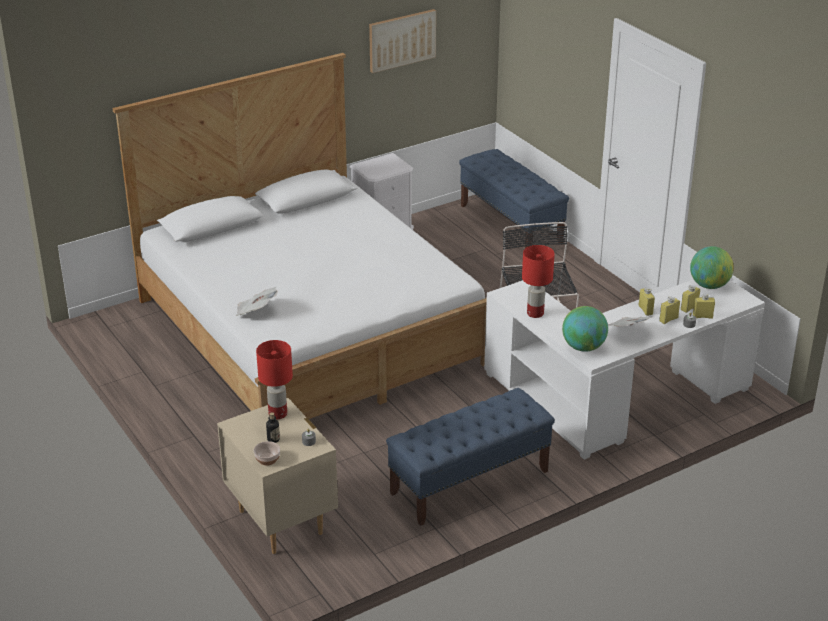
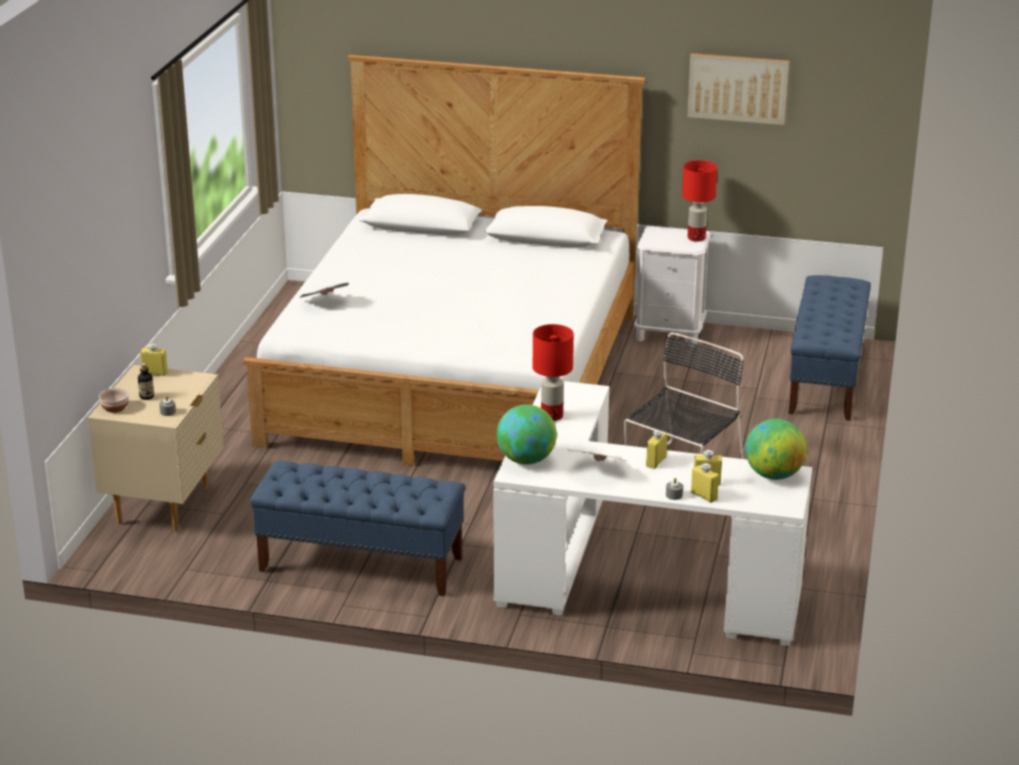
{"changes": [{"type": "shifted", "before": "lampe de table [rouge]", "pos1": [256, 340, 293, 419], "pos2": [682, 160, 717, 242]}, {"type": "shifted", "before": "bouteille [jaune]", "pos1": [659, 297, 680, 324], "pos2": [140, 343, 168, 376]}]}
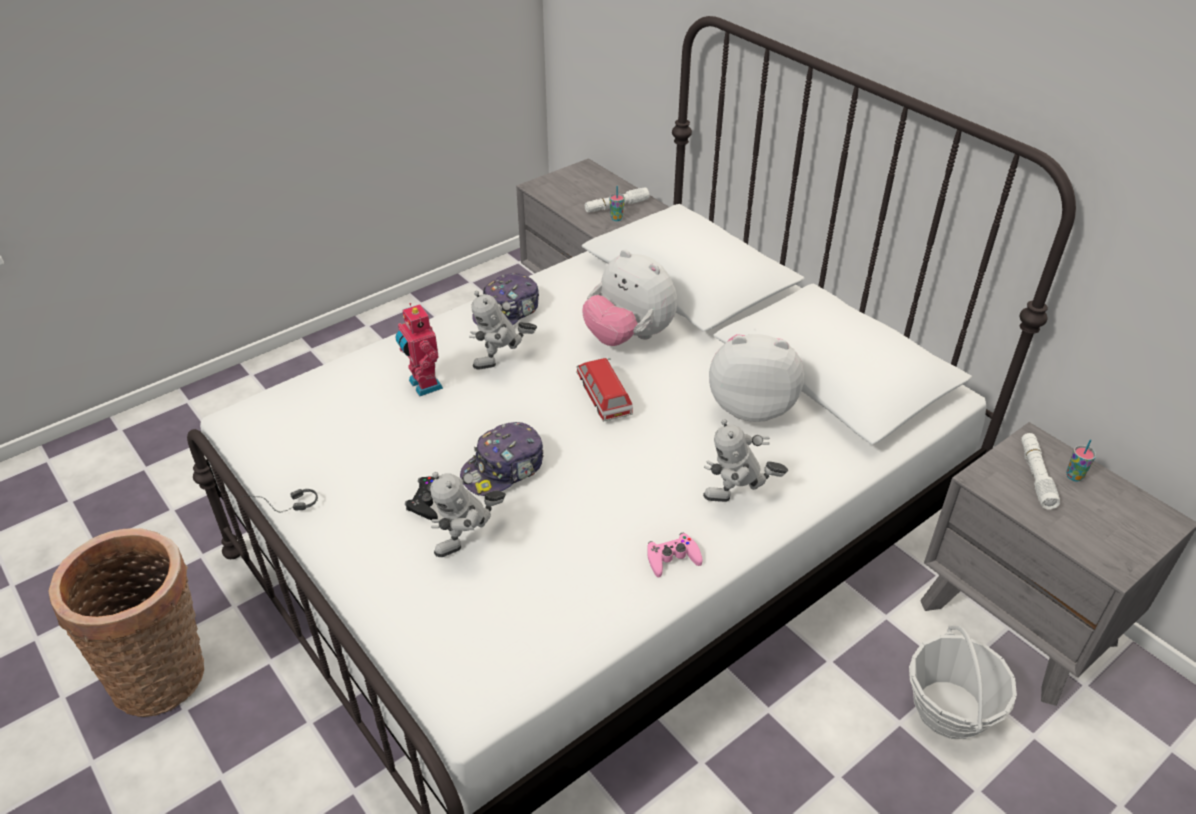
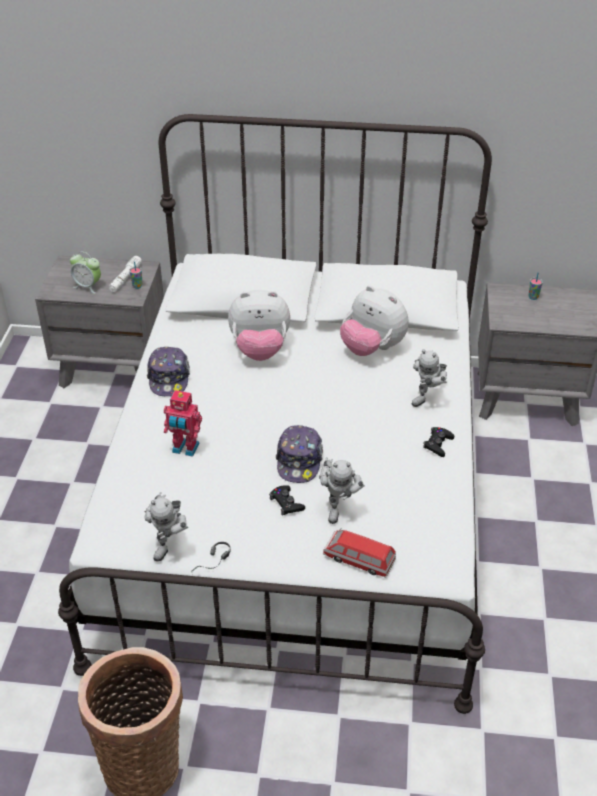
{"changes": [{"type": "gone", "before": "panier", "pos1": [909, 625, 1017, 739]}, {"type": "gone", "before": "lampe de poche [blanc]", "pos1": [1021, 433, 1060, 510]}, {"type": "new", "after": "réveil", "pos2": [70, 251, 101, 294]}, {"type": "shifted", "before": "robot jouet", "pos1": [469, 291, 537, 369], "pos2": [145, 492, 188, 562]}, {"type": "shifted", "before": "petite voiture", "pos1": [576, 358, 633, 422], "pos2": [323, 529, 396, 578]}, {"type": "repainted", "before": "manette [rose]", "after": "manette [noir]", "pos1": [647, 533, 702, 577], "pos2": [423, 427, 454, 457]}, {"type": "rotated", "before": "peluche", "pos1": [709, 334, 804, 422], "pos2": [340, 286, 409, 356], "turn": -105}]}
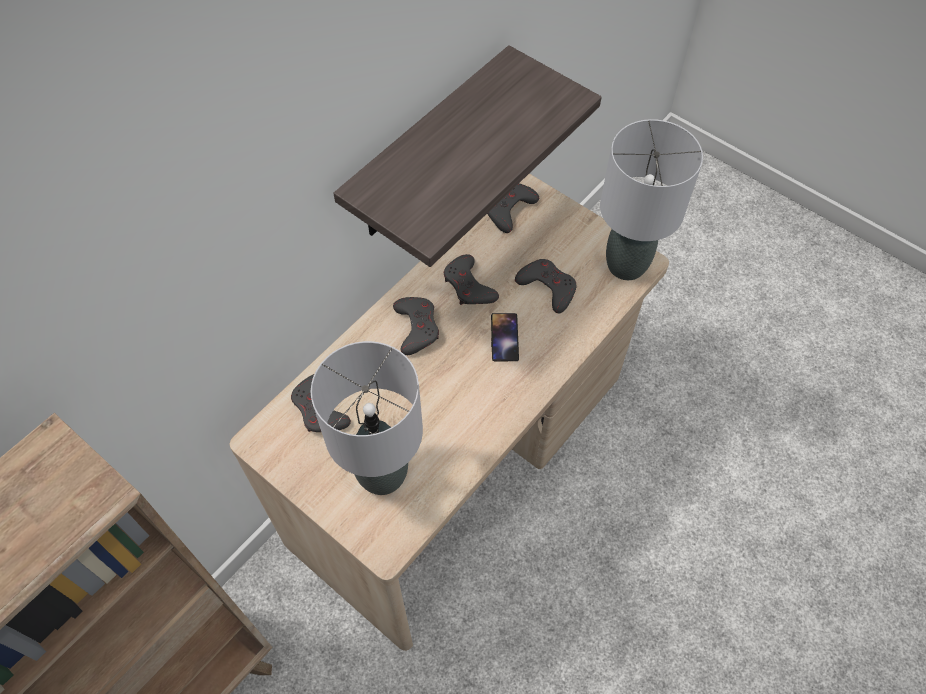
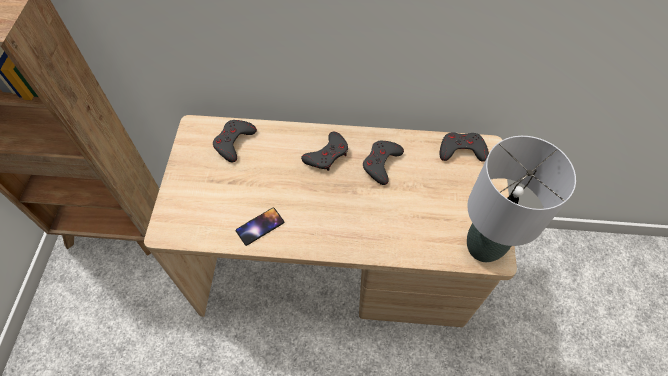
{"changes": [{"type": "gone", "before": "lampe de table [gris]", "pos1": [311, 341, 423, 495]}, {"type": "gone", "before": "étagère", "pos1": [333, 45, 602, 267]}, {"type": "gone", "before": "manette [gris]", "pos1": [515, 259, 577, 313]}, {"type": "shifted", "before": "téléphone", "pos1": [491, 313, 519, 361], "pos2": [236, 207, 284, 246]}]}
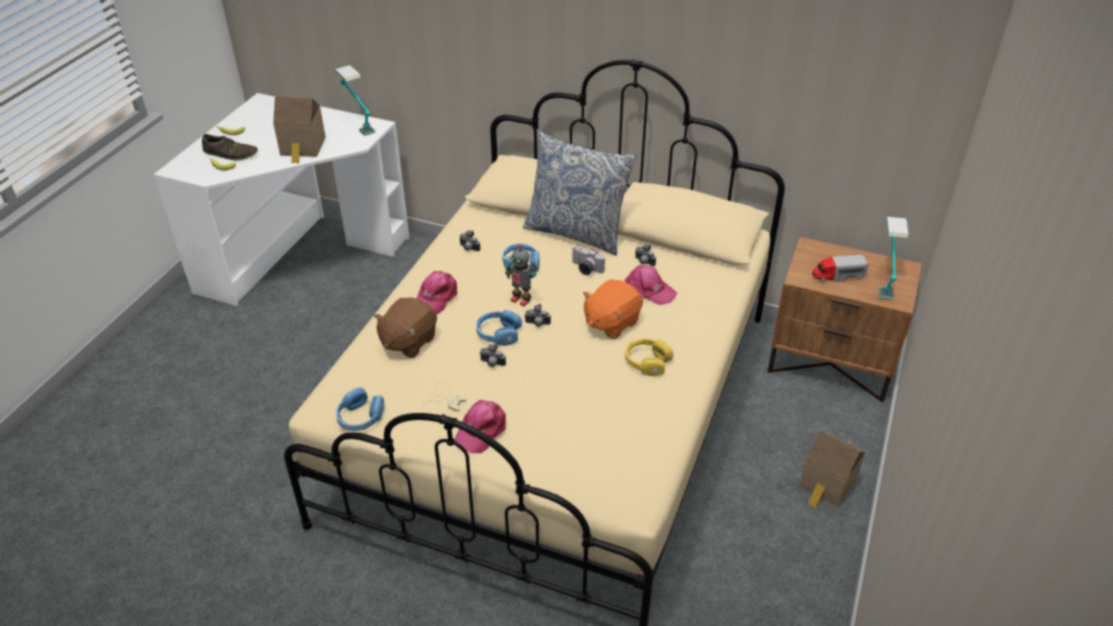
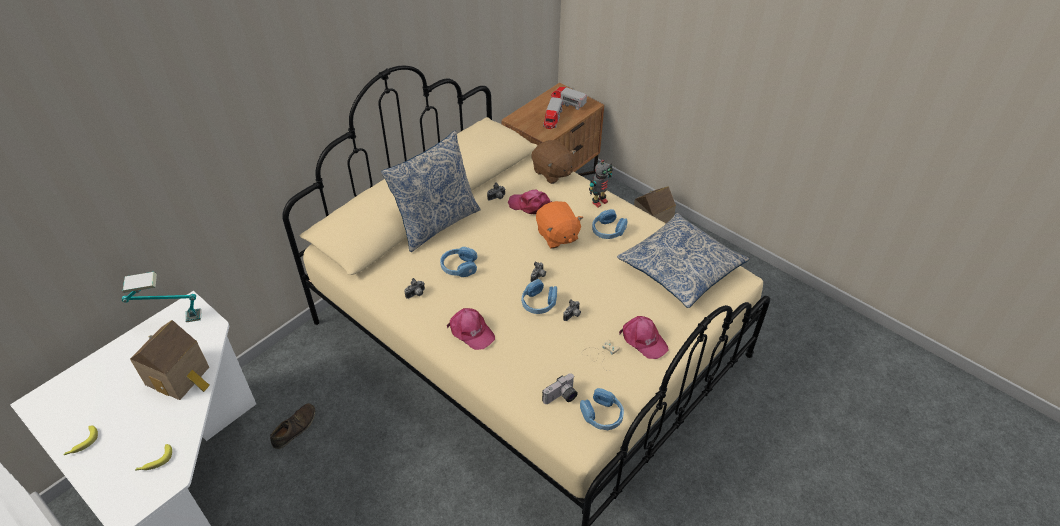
{"changes": [{"type": "new", "after": "coussin", "pos2": [617, 213, 750, 308]}, {"type": "shifted", "before": "chaussure [marron]", "pos1": [202, 134, 258, 161], "pos2": [270, 403, 315, 449]}, {"type": "shifted", "before": "peluche [marron]", "pos1": [374, 297, 437, 358], "pos2": [531, 140, 576, 184]}, {"type": "shifted", "before": "robot jouet", "pos1": [505, 245, 537, 307], "pos2": [589, 159, 613, 207]}, {"type": "shifted", "before": "appareil photo", "pos1": [572, 246, 605, 275], "pos2": [542, 373, 578, 404]}, {"type": "swapped", "before": "lampe de table", "after": "camion jouet", "pos1": [879, 217, 909, 300], "pos2": [551, 87, 587, 110]}, {"type": "repainted", "before": "casque audio [jaune]", "after": "casque audio [bleu]", "pos1": [625, 338, 674, 376], "pos2": [592, 209, 627, 239]}, {"type": "rotated", "before": "casquette [rose]", "pos1": [625, 265, 677, 305], "pos2": [508, 189, 552, 214], "turn": -120}]}
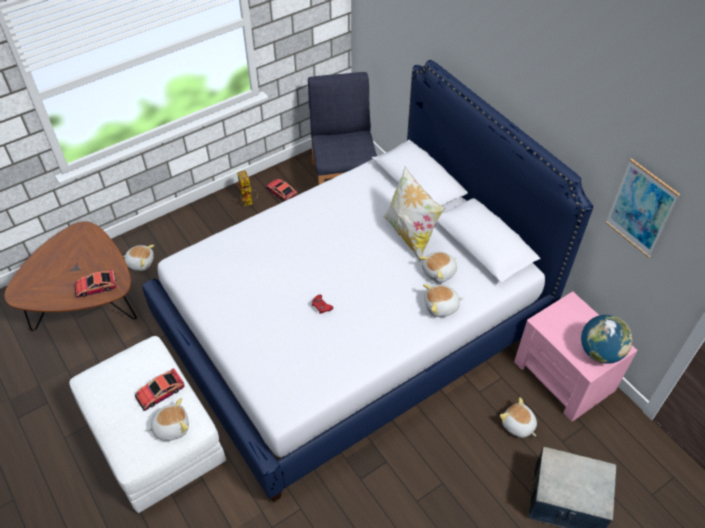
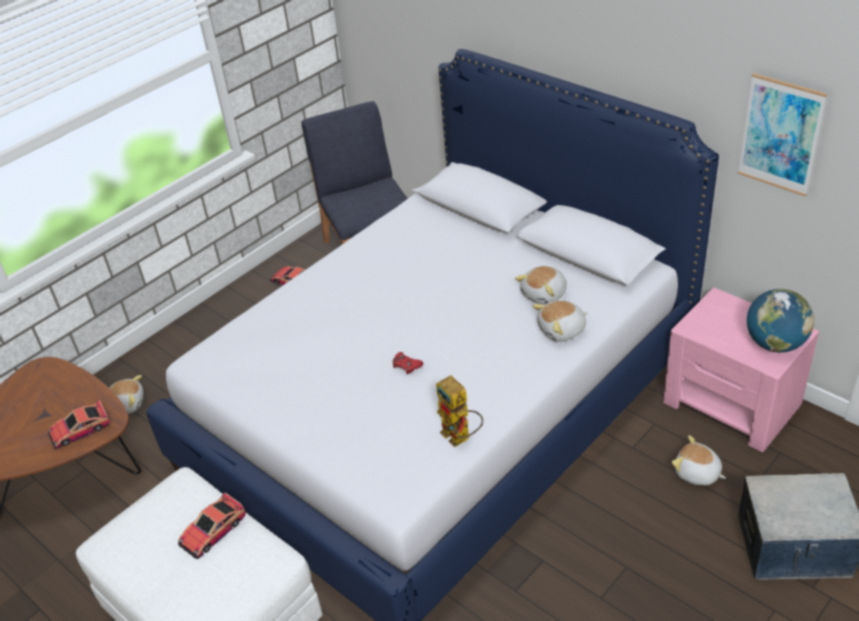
{"changes": [{"type": "gone", "before": "peluche", "pos1": [146, 398, 189, 441]}, {"type": "gone", "before": "coussin", "pos1": [383, 167, 445, 261]}, {"type": "shifted", "before": "robot jouet", "pos1": [237, 170, 258, 206], "pos2": [436, 375, 483, 447]}]}
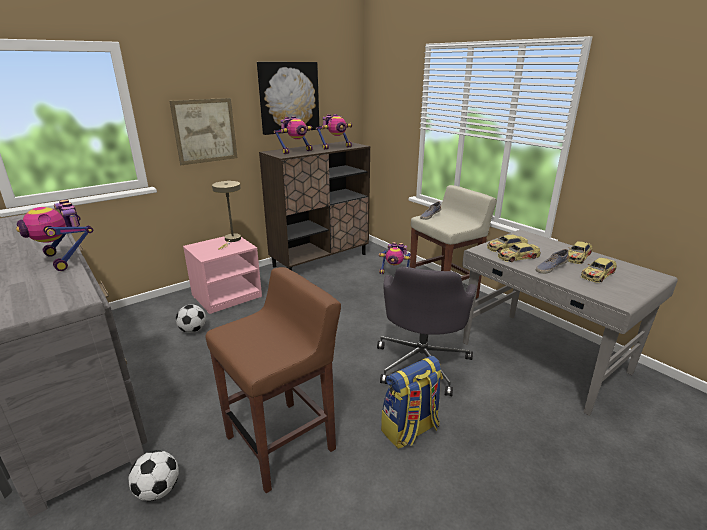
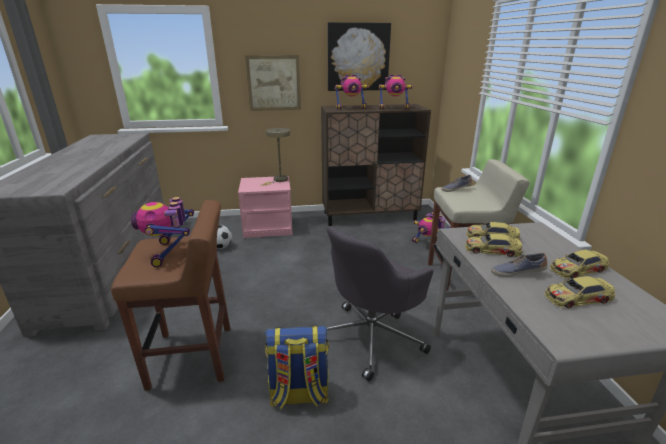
{"changes": [{"type": "gone", "before": "ballon de foot", "pos1": [128, 450, 179, 501]}, {"type": "shifted", "before": "robot jouet", "pos1": [16, 200, 93, 271], "pos2": [131, 197, 194, 267]}]}
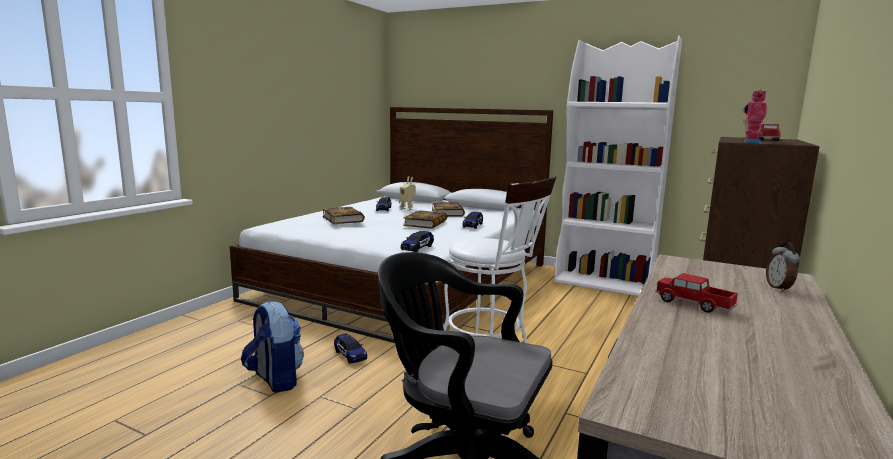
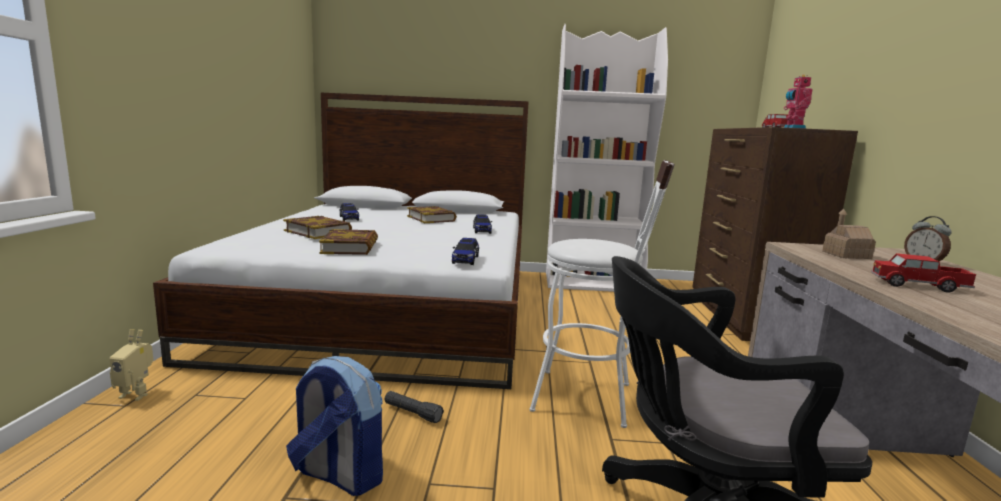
{"changes": [{"type": "new", "after": "maison miniature", "pos2": [822, 209, 876, 259]}, {"type": "shifted", "before": "robot jouet", "pos1": [399, 176, 416, 211], "pos2": [109, 329, 153, 401]}, {"type": "shifted", "before": "livre", "pos1": [404, 210, 447, 229], "pos2": [319, 229, 378, 255]}, {"type": "swapped", "before": "petite voiture", "after": "lampe de poche [noir]", "pos1": [334, 333, 367, 364], "pos2": [385, 391, 444, 423]}]}
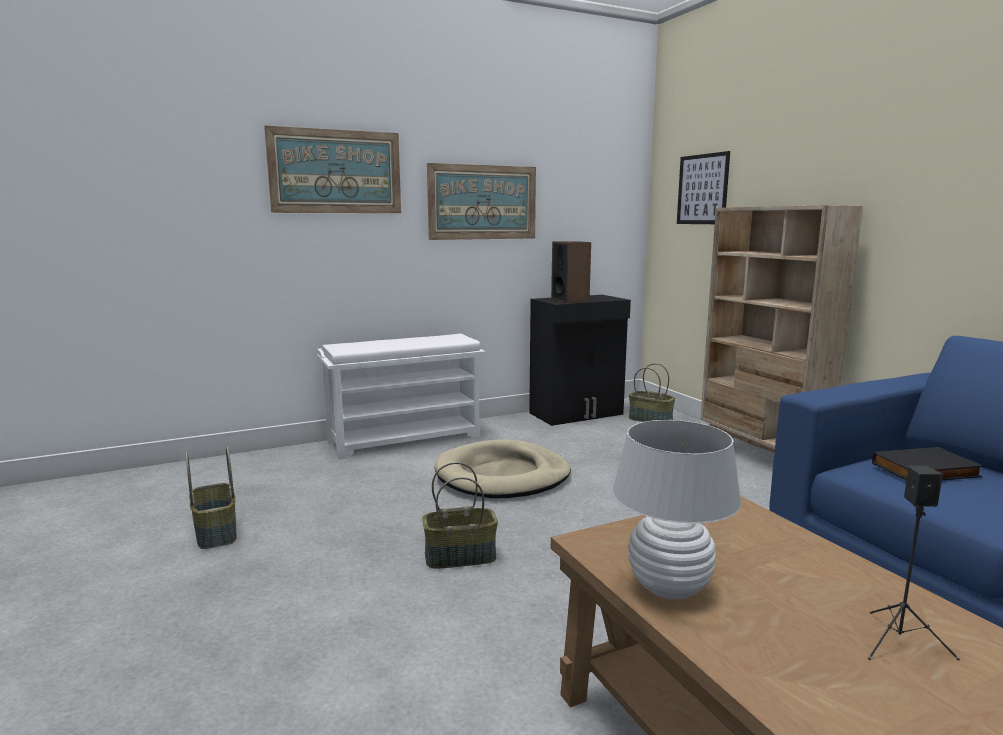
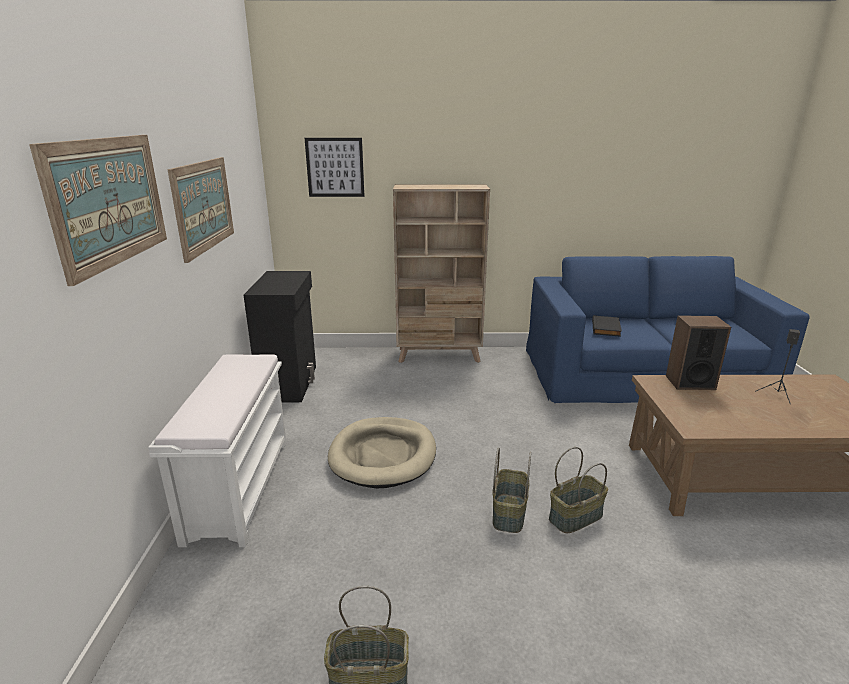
{"changes": [{"type": "gone", "before": "lampe de table [blanc]", "pos1": [612, 420, 742, 599]}, {"type": "shifted", "before": "enceinte", "pos1": [551, 241, 591, 303], "pos2": [666, 315, 731, 390]}, {"type": "shifted", "before": "panier", "pos1": [629, 363, 675, 422], "pos2": [549, 447, 608, 533]}]}
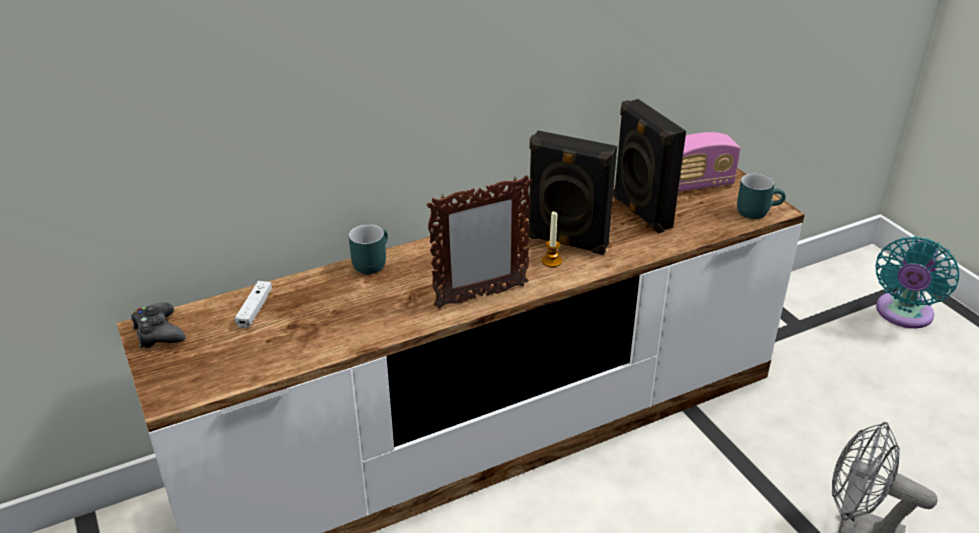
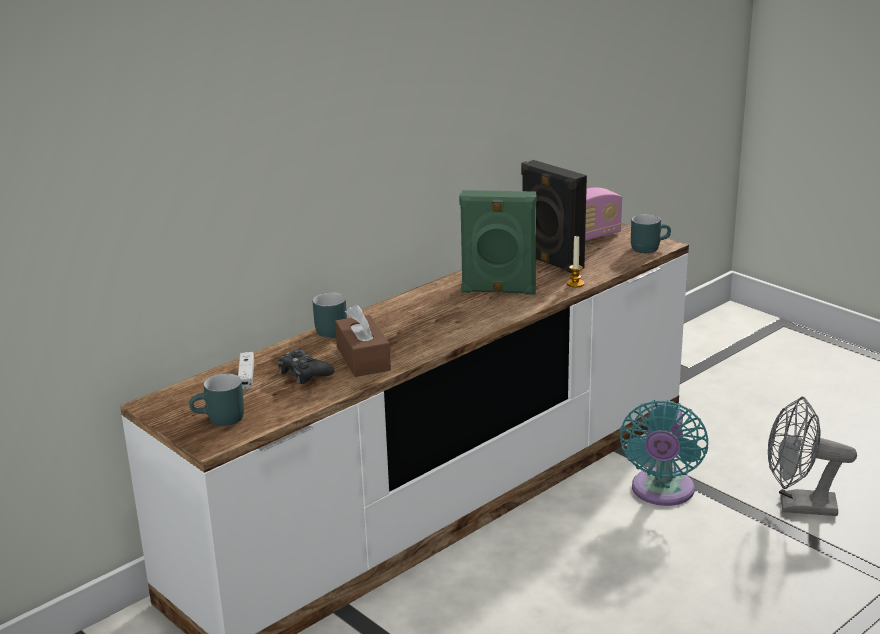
{"changes": [{"type": "gone", "before": "cadre photo", "pos1": [427, 175, 532, 309]}, {"type": "new", "after": "mug [turquoise]", "pos2": [189, 373, 244, 426]}, {"type": "new", "after": "boîte à mouchoirs [marron]", "pos2": [335, 305, 391, 377]}, {"type": "shifted", "before": "manette [noir]", "pos1": [131, 303, 186, 348], "pos2": [278, 349, 334, 384]}, {"type": "shifted", "before": "bougie", "pos1": [542, 211, 562, 267], "pos2": [567, 236, 584, 288]}, {"type": "shifted", "before": "ventilateur [turquoise]", "pos1": [876, 236, 959, 328], "pos2": [620, 400, 708, 506]}, {"type": "repainted", "before": "enceinte [noir]", "after": "enceinte [vert]", "pos1": [527, 130, 617, 255], "pos2": [459, 190, 537, 295]}]}
